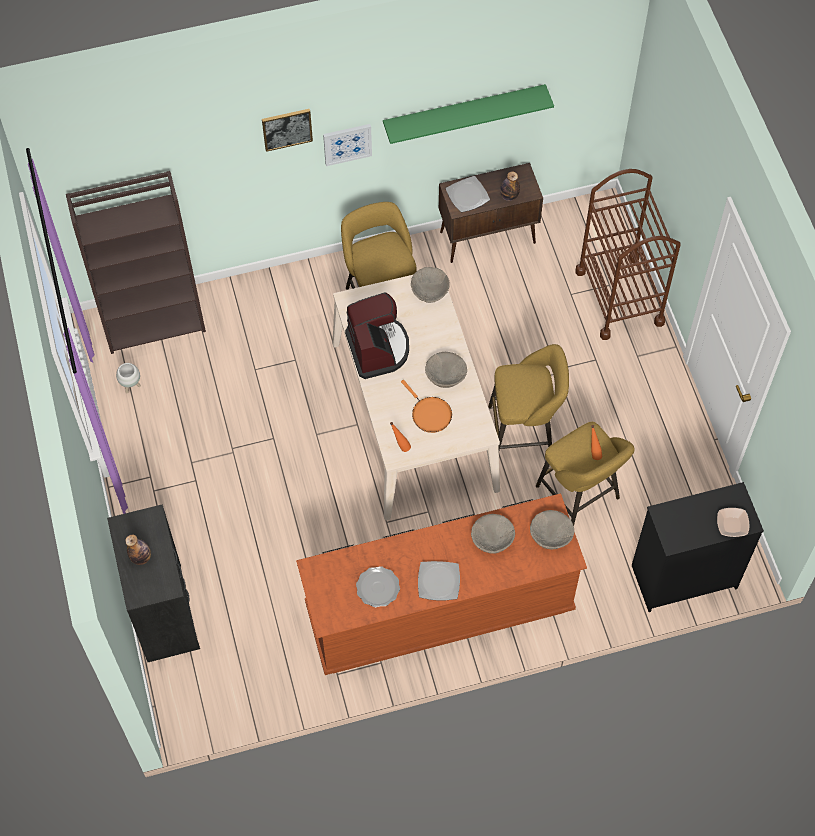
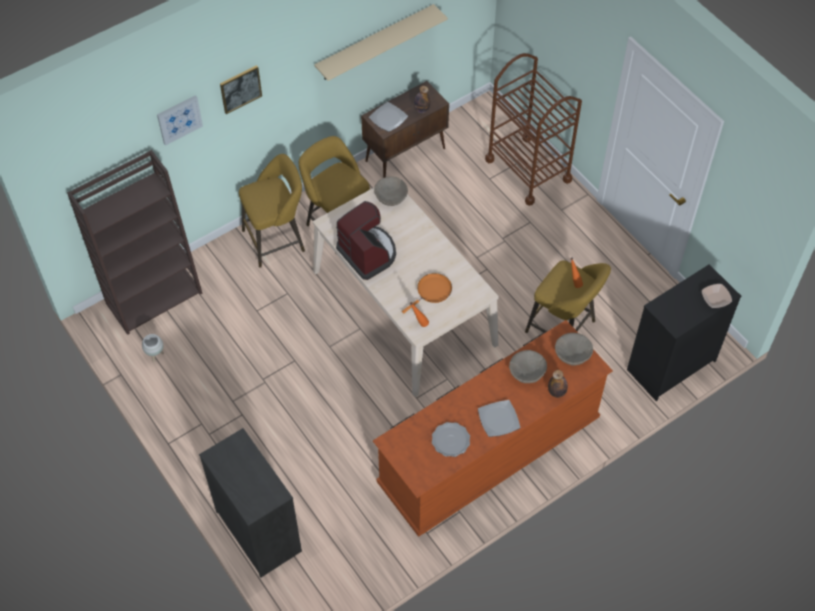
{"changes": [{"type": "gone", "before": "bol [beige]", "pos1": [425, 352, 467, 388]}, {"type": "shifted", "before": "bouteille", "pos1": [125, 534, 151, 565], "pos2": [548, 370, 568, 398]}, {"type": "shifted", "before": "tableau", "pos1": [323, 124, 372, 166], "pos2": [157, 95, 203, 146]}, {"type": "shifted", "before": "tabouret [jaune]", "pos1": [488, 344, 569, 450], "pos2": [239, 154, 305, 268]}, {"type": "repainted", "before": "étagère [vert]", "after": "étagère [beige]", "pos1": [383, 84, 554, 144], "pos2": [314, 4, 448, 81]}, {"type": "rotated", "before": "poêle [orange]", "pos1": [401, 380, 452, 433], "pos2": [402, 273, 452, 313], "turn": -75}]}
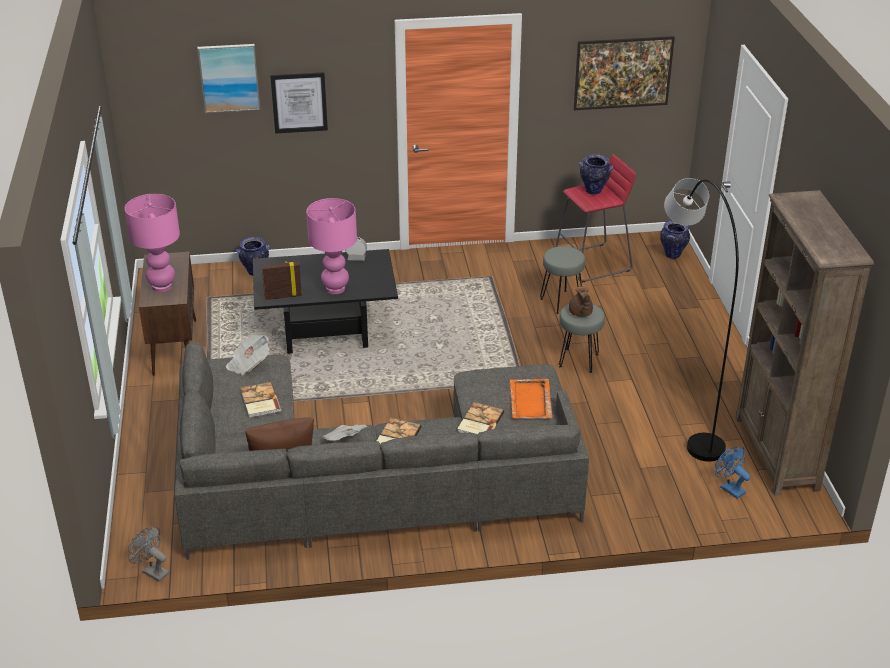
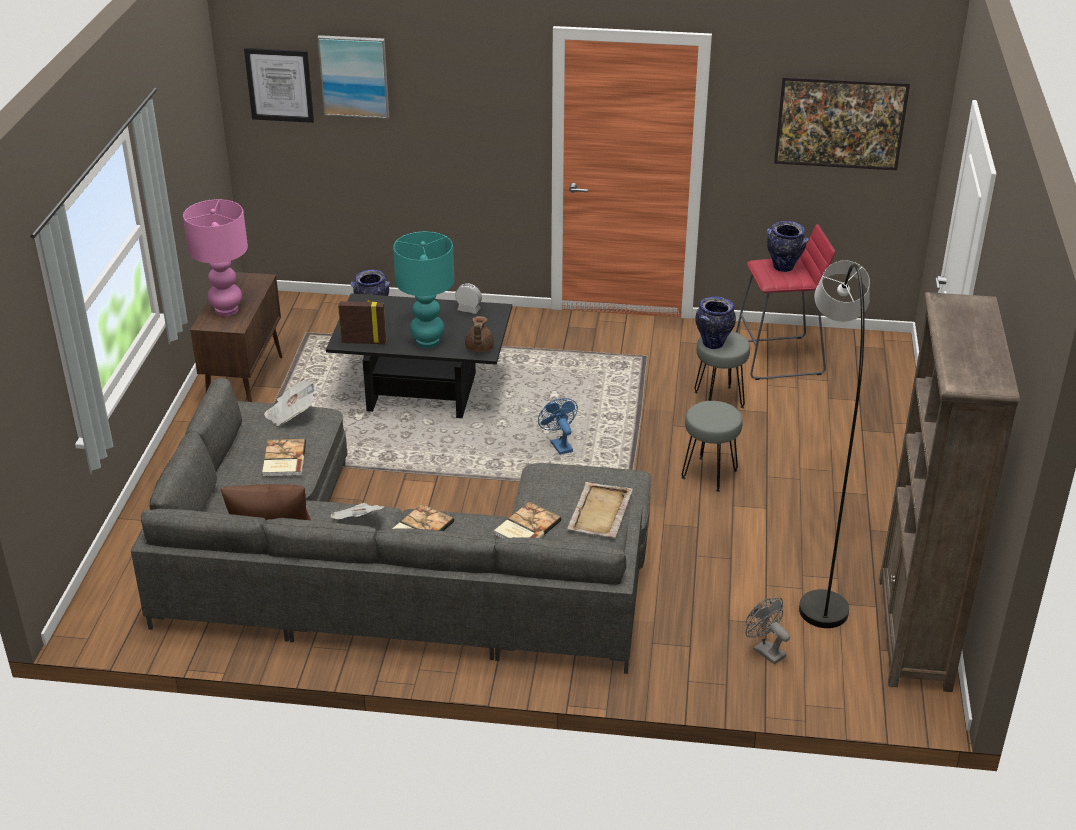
{"changes": [{"type": "shifted", "before": "ventilateur [gris]", "pos1": [128, 526, 169, 582], "pos2": [746, 598, 790, 664]}, {"type": "shifted", "before": "tableau", "pos1": [270, 72, 328, 134], "pos2": [244, 48, 314, 123]}, {"type": "shifted", "before": "théière [marron]", "pos1": [569, 287, 593, 317], "pos2": [465, 316, 494, 352]}, {"type": "shifted", "before": "vase", "pos1": [660, 221, 690, 259], "pos2": [695, 296, 736, 349]}, {"type": "shifted", "before": "ventilateur [bleu]", "pos1": [715, 447, 750, 499], "pos2": [538, 398, 578, 455]}, {"type": "repainted", "before": "lampe de table [rose]", "after": "lampe de table [turquoise]", "pos1": [306, 198, 357, 294], "pos2": [393, 231, 454, 348]}, {"type": "repainted", "before": "plateau [orange]", "after": "plateau [beige]", "pos1": [510, 379, 552, 419], "pos2": [567, 482, 633, 537]}]}
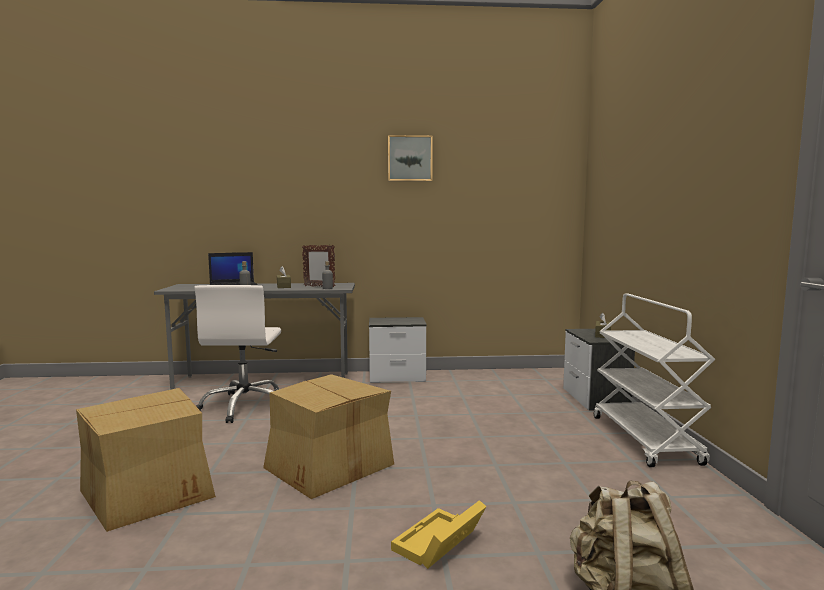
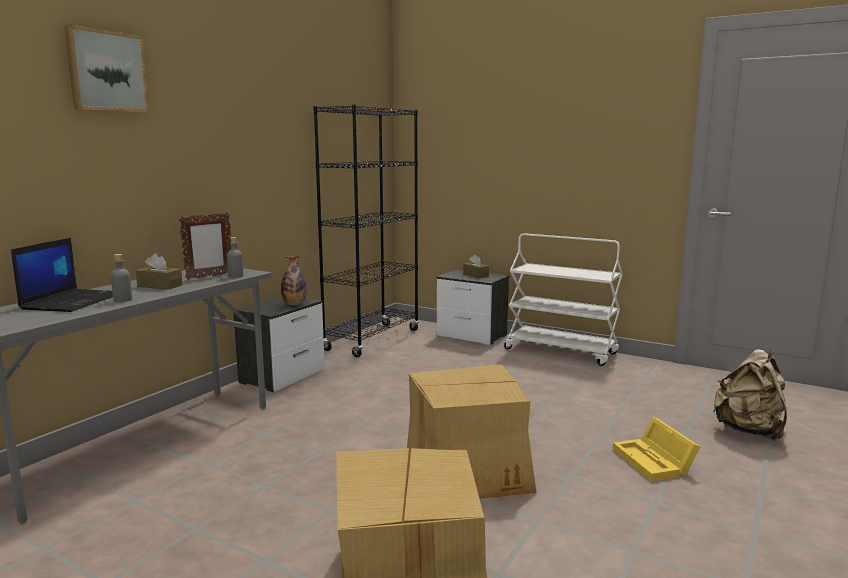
{"changes": [{"type": "gone", "before": "chaise de bureau [blanc]", "pos1": [195, 285, 281, 423]}, {"type": "new", "after": "bouteille", "pos2": [281, 255, 307, 305]}, {"type": "new", "after": "bibliothèque [noir]", "pos2": [313, 105, 419, 357]}, {"type": "shifted", "before": "tableau", "pos1": [388, 135, 433, 181], "pos2": [64, 25, 149, 112]}]}
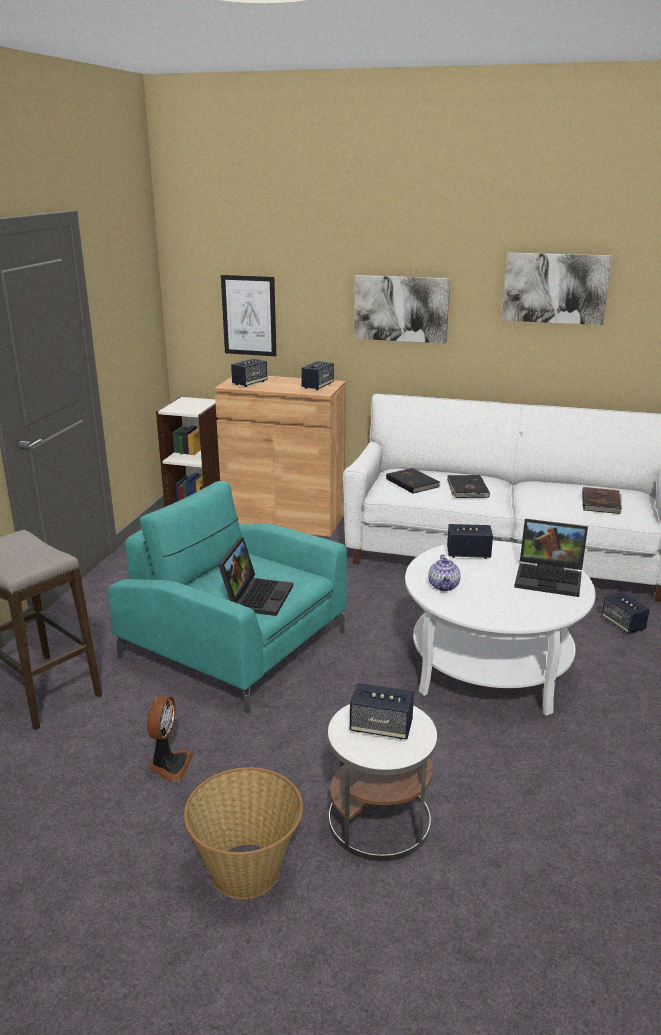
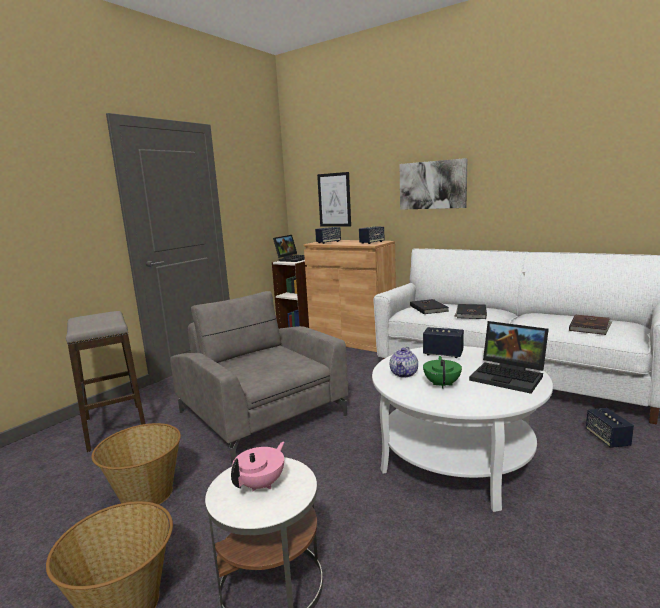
{"changes": [{"type": "gone", "before": "tableau", "pos1": [502, 252, 612, 325]}, {"type": "new", "after": "théière [vert]", "pos2": [423, 356, 462, 389]}, {"type": "shifted", "before": "ordinateur portable", "pos1": [218, 537, 293, 616], "pos2": [273, 235, 305, 262]}, {"type": "swapped", "before": "ventilateur", "after": "panier", "pos1": [147, 695, 194, 782], "pos2": [92, 423, 181, 505]}, {"type": "swapped", "before": "enceinte", "after": "théière [rose]", "pos1": [350, 683, 414, 740], "pos2": [231, 442, 284, 491]}, {"type": "repainted", "before": "fauteuil [turquoise]", "after": "fauteuil [gris]", "pos1": [108, 481, 347, 714], "pos2": [170, 291, 348, 464]}]}
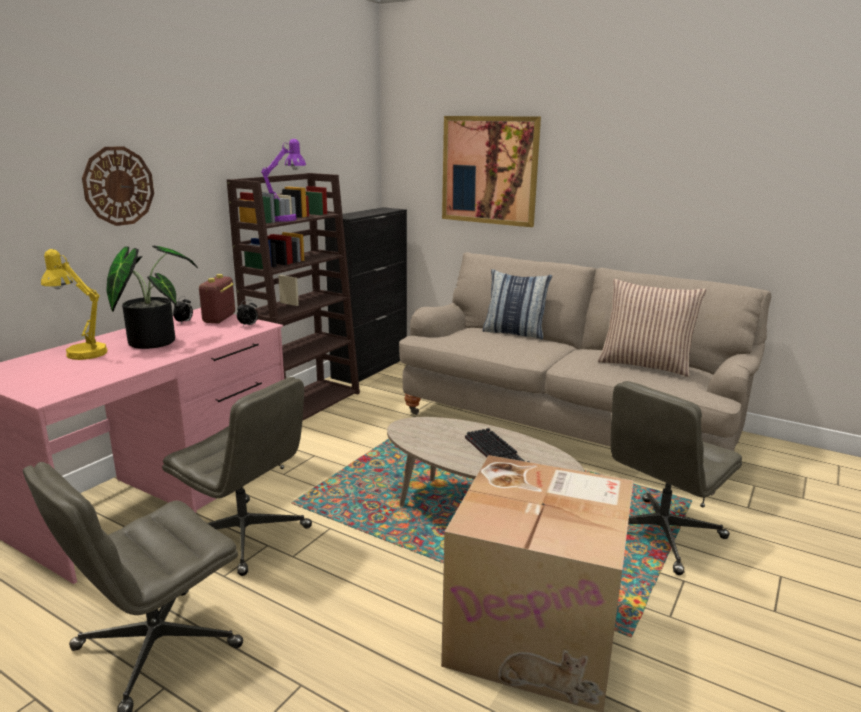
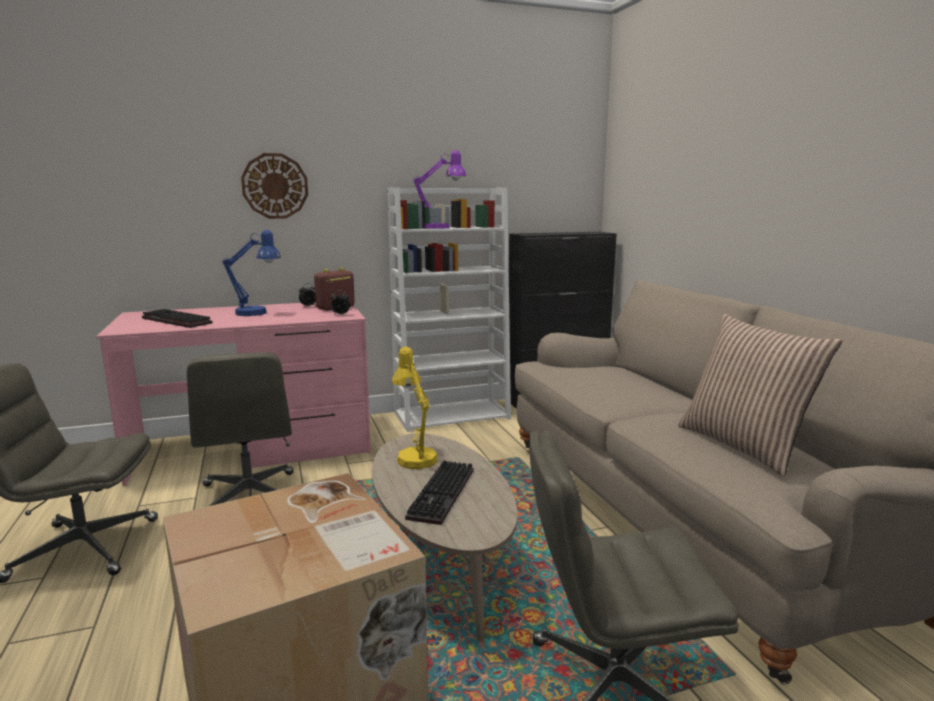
{"changes": [{"type": "gone", "before": "tableau", "pos1": [442, 116, 541, 227]}, {"type": "gone", "before": "coussin", "pos1": [482, 269, 552, 339]}, {"type": "new", "after": "clavier", "pos2": [142, 309, 213, 328]}, {"type": "shifted", "before": "lampe de table [jaune]", "pos1": [41, 249, 107, 360], "pos2": [392, 346, 438, 469]}, {"type": "swapped", "before": "plante en pot", "after": "lampe de table [bleu]", "pos1": [106, 246, 198, 349], "pos2": [222, 230, 281, 316]}, {"type": "repainted", "before": "bibliothèque [marron]", "after": "bibliothèque [blanc]", "pos1": [227, 173, 360, 421], "pos2": [388, 187, 511, 432]}]}
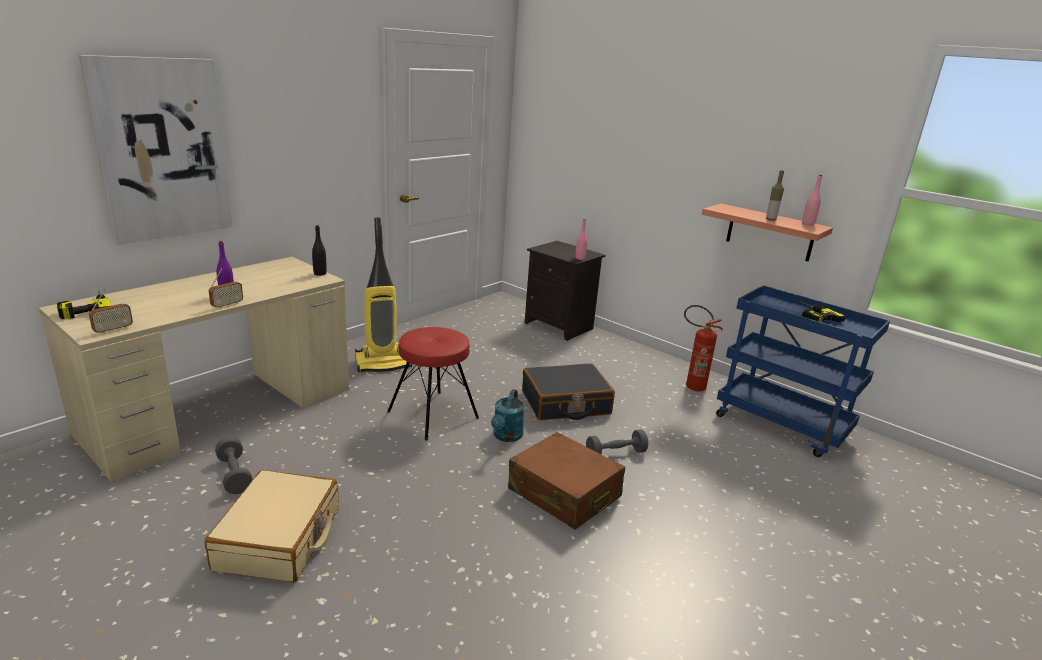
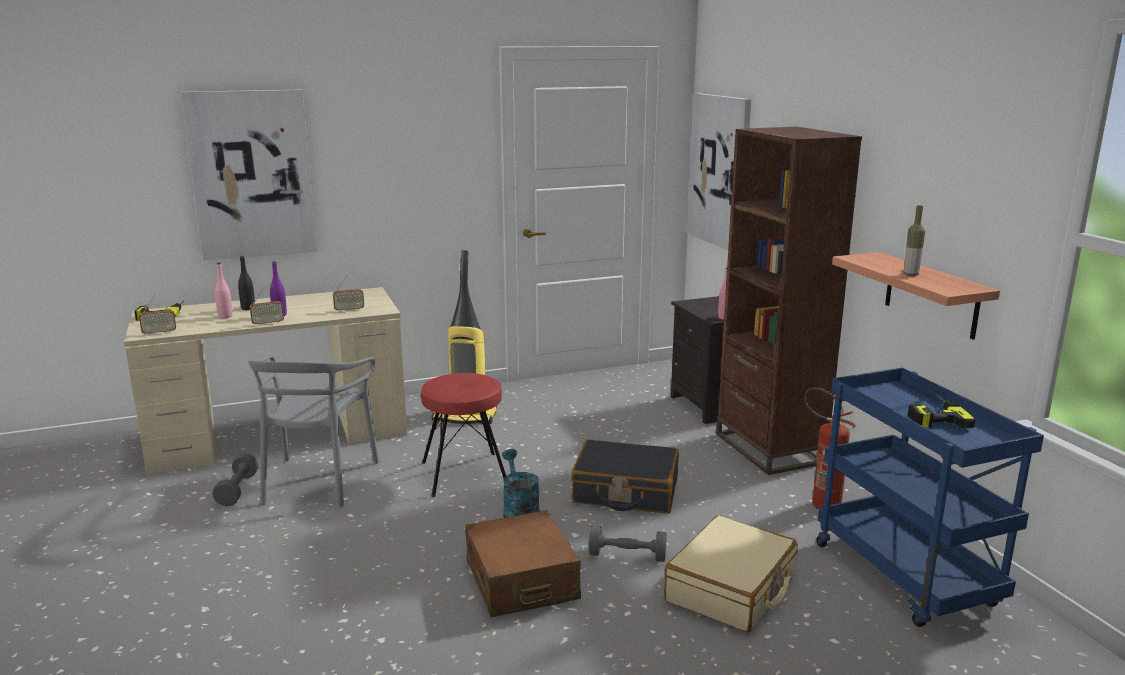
{"changes": [{"type": "new", "after": "chaise [gris]", "pos2": [248, 355, 379, 508]}, {"type": "new", "after": "radio", "pos2": [333, 275, 364, 312]}, {"type": "new", "after": "tableau", "pos2": [687, 93, 751, 250]}, {"type": "new", "after": "bibliothèque [marron]", "pos2": [716, 127, 862, 475]}, {"type": "shifted", "before": "valise [beige]", "pos1": [205, 470, 339, 583], "pos2": [664, 515, 798, 633]}, {"type": "shifted", "before": "bouteille [noir]", "pos1": [312, 225, 327, 276], "pos2": [238, 256, 255, 310]}, {"type": "shifted", "before": "bouteille [rose]", "pos1": [802, 175, 822, 226], "pos2": [215, 263, 233, 319]}, {"type": "rotated", "before": "arrosoir [turquoise]", "pos1": [491, 389, 525, 442], "pos2": [502, 449, 540, 518], "turn": 120}]}
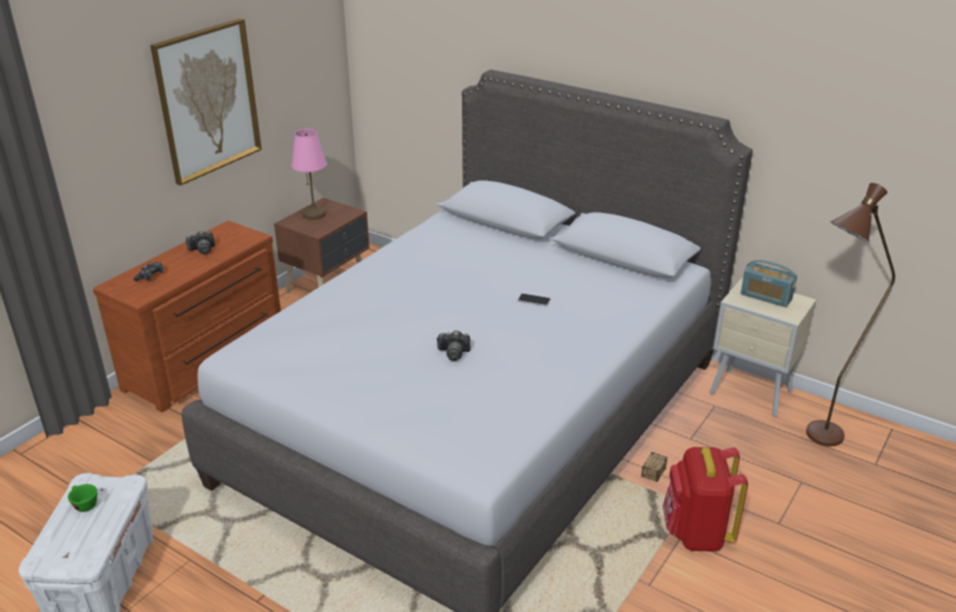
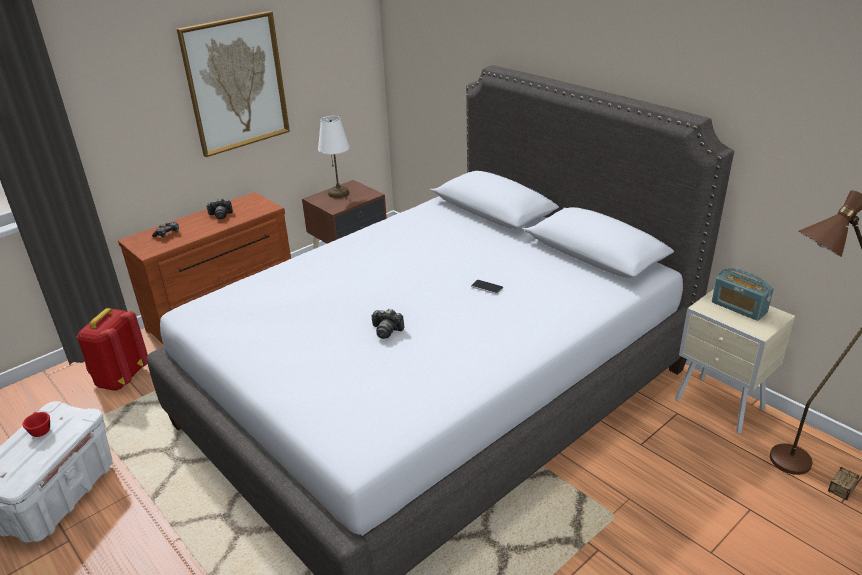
{"changes": [{"type": "shifted", "before": "boîte de rangement", "pos1": [641, 452, 667, 482], "pos2": [828, 467, 859, 500]}, {"type": "shifted", "before": "sac à dos [rouge]", "pos1": [663, 447, 748, 552], "pos2": [77, 308, 148, 391]}, {"type": "repainted", "before": "tasse [vert]", "after": "tasse [rouge]", "pos1": [68, 484, 97, 512], "pos2": [23, 412, 50, 437]}, {"type": "repainted", "before": "lampe de table [rose]", "after": "lampe de table [blanc]", "pos1": [291, 129, 327, 220], "pos2": [318, 116, 349, 198]}]}
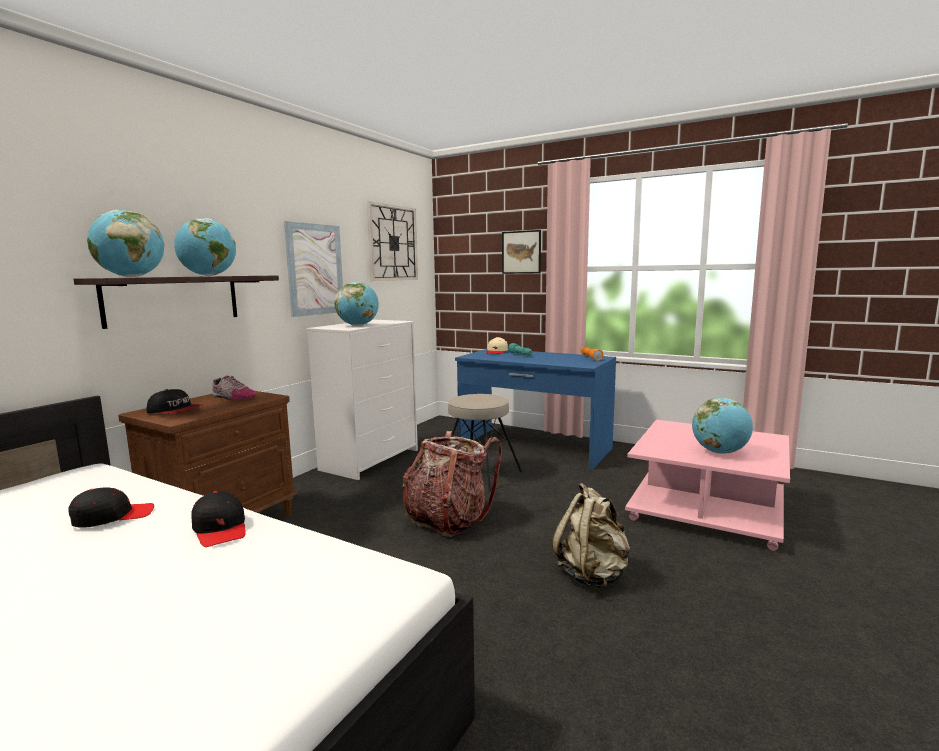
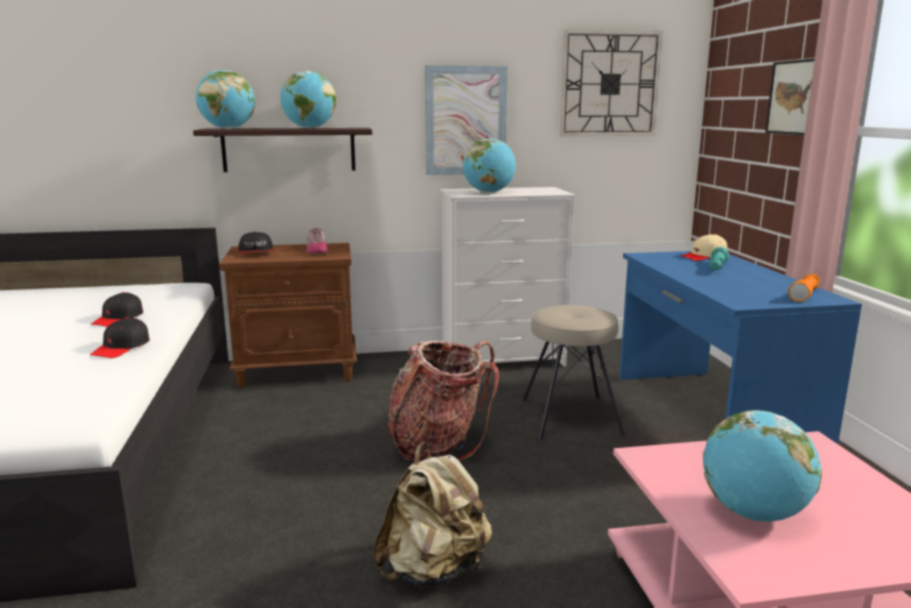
{"changes": [{"type": "rotated", "before": "casquette [noir]", "pos1": [69, 487, 154, 527], "pos2": [90, 292, 143, 327], "turn": 90}]}
